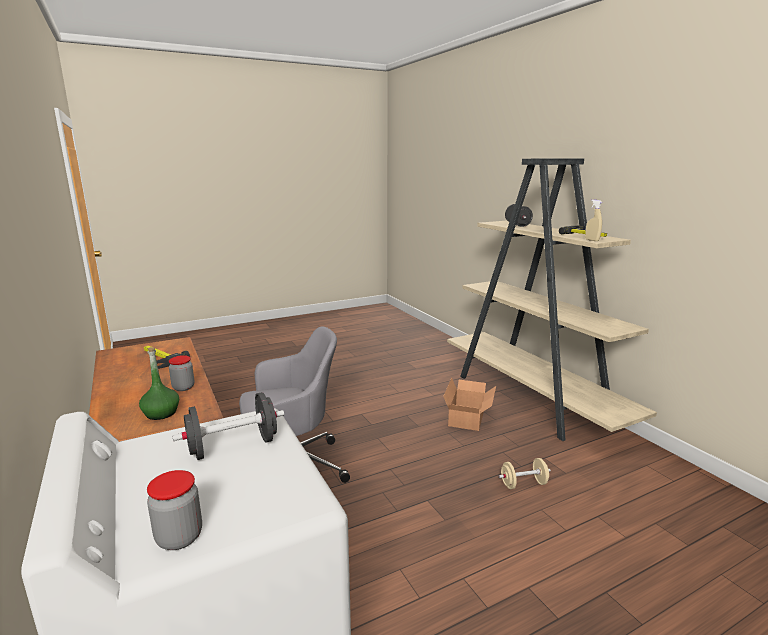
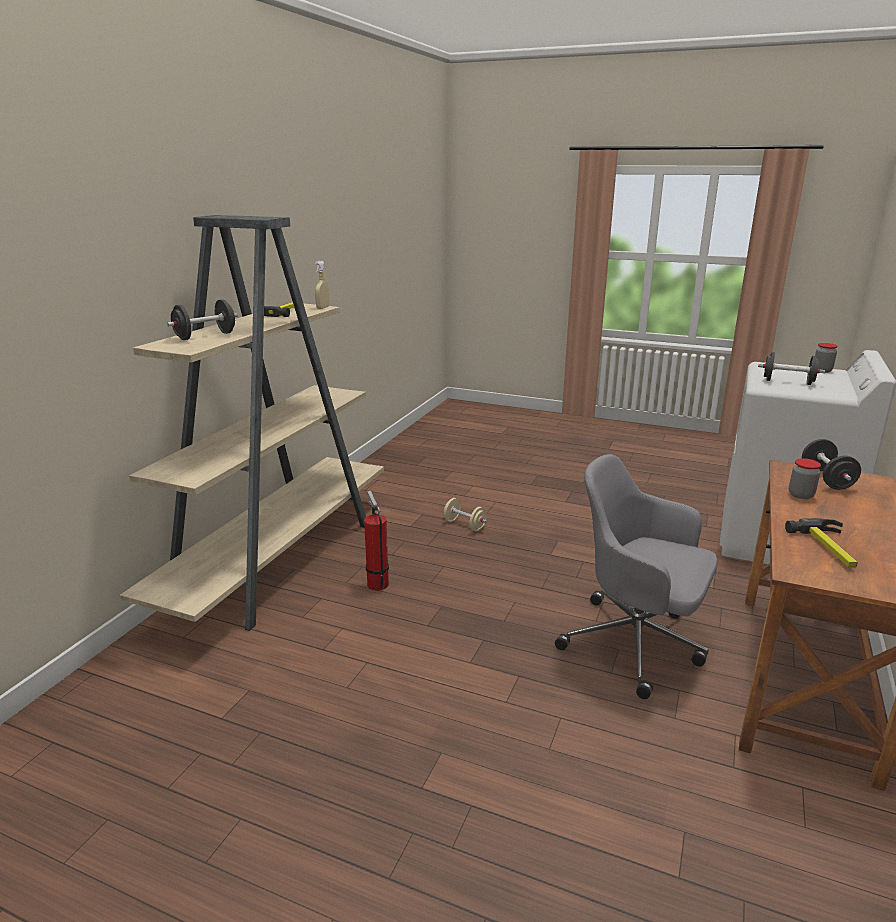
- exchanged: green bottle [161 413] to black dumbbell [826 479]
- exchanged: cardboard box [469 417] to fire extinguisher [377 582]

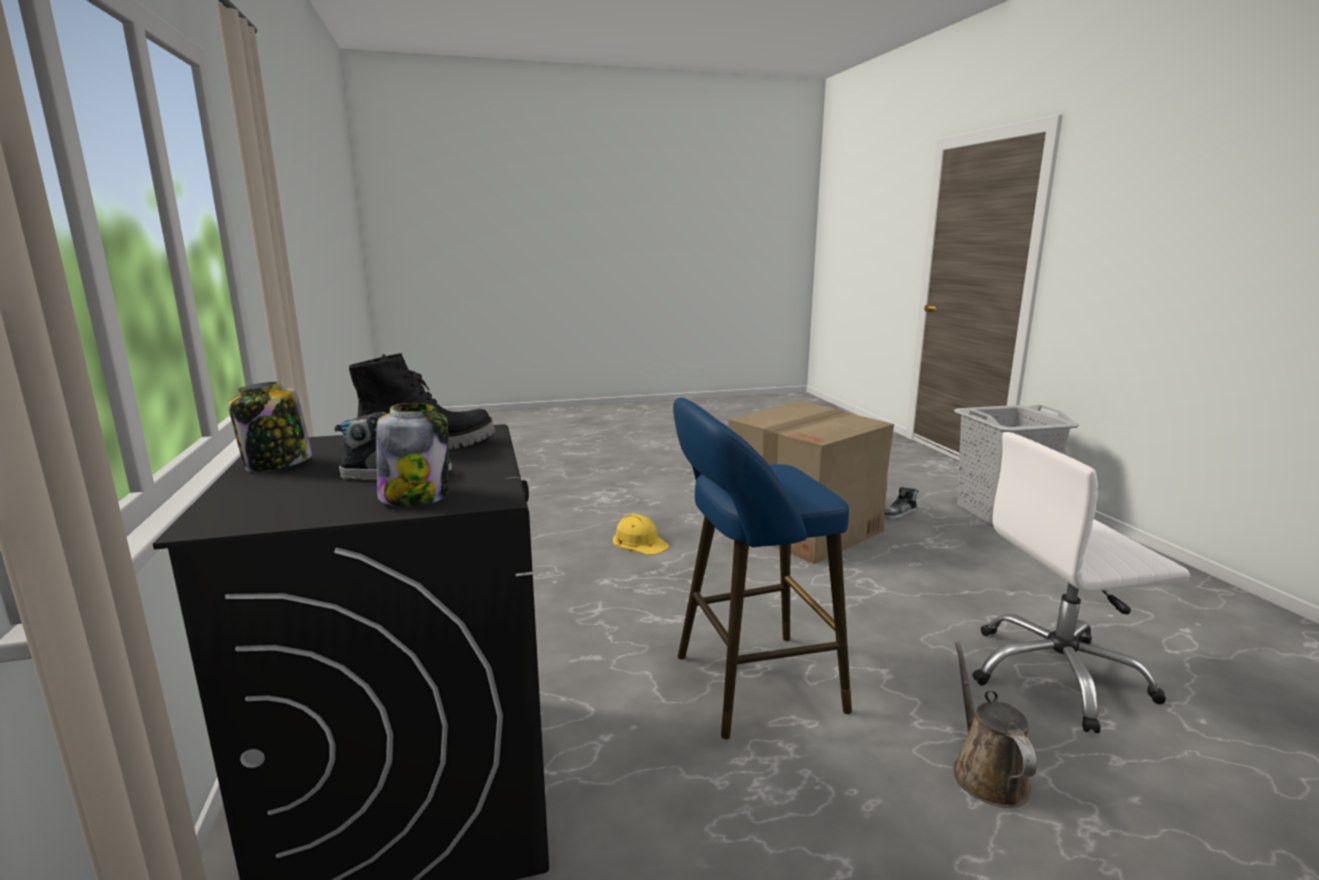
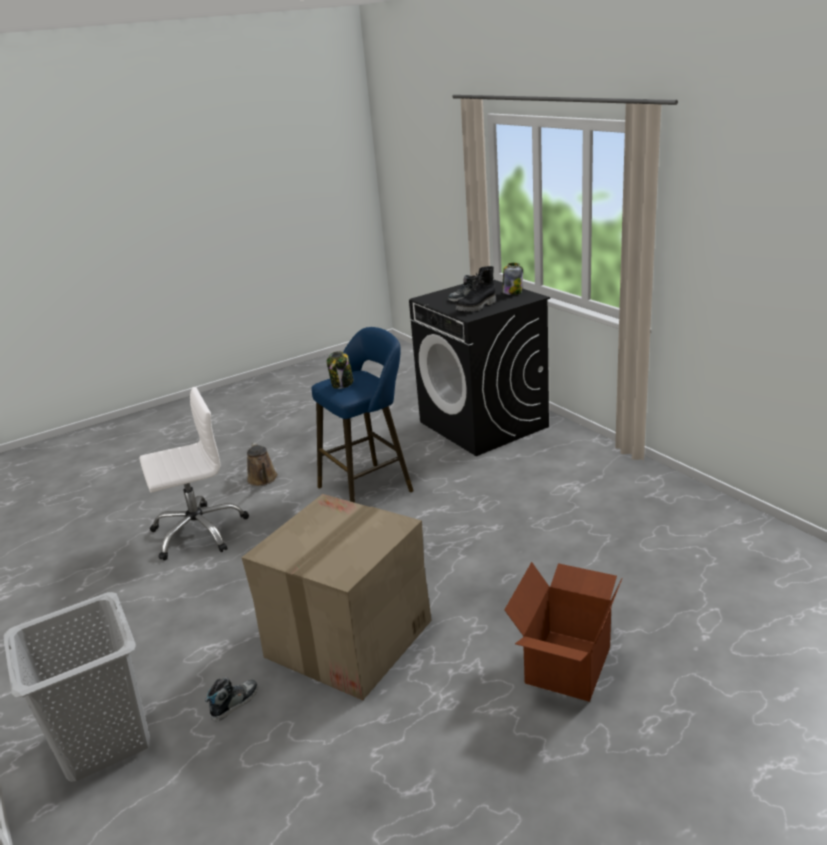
- relocated: jar [416 496] to [342 384]
- missing: yellow hard hat [639 542]
- appeared: cardboard box [566 664]

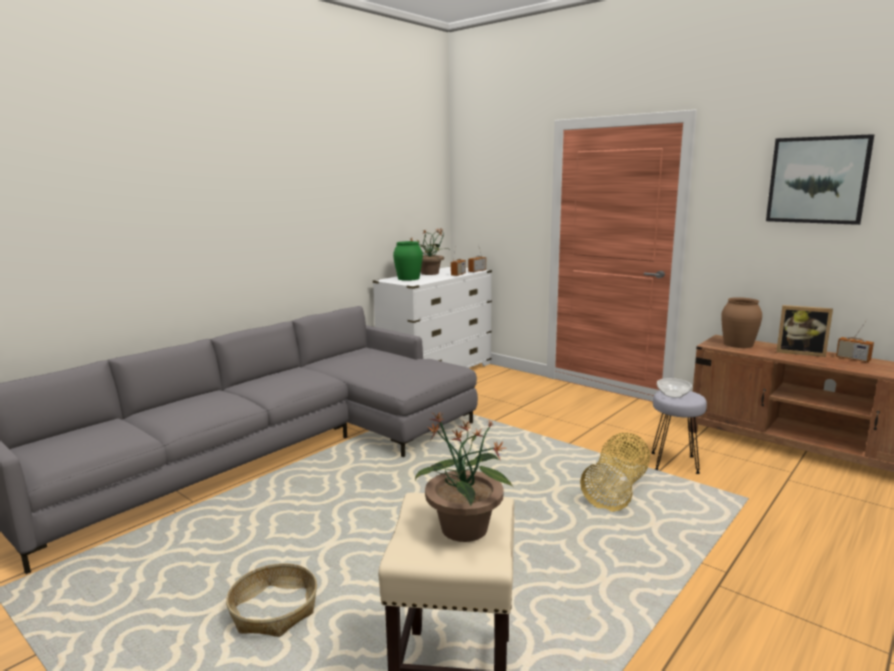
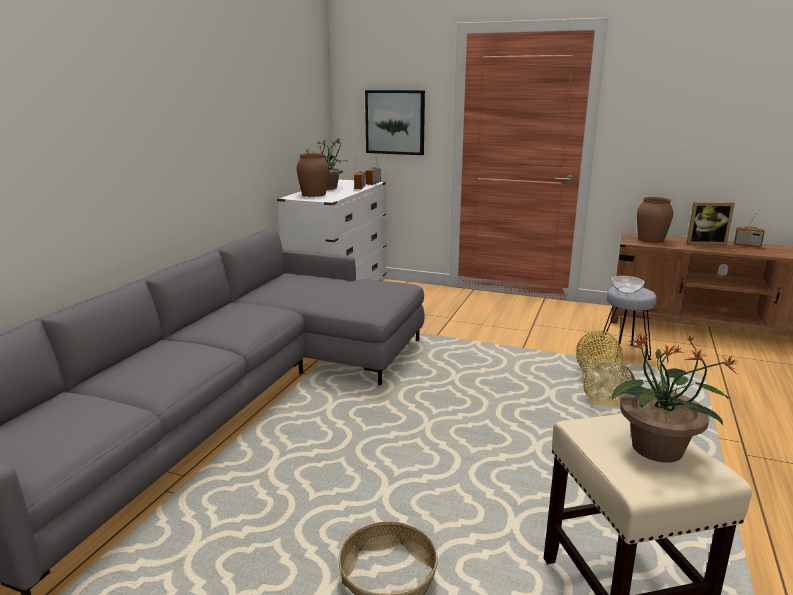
- colour: green vase [408 278] to brown vase [313 194]
- relocated: picture [817 180] to [395 122]

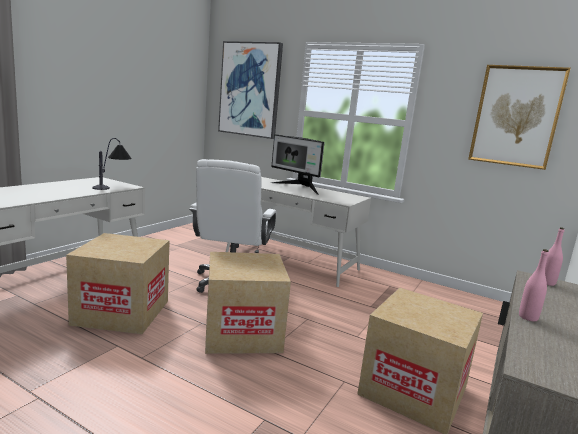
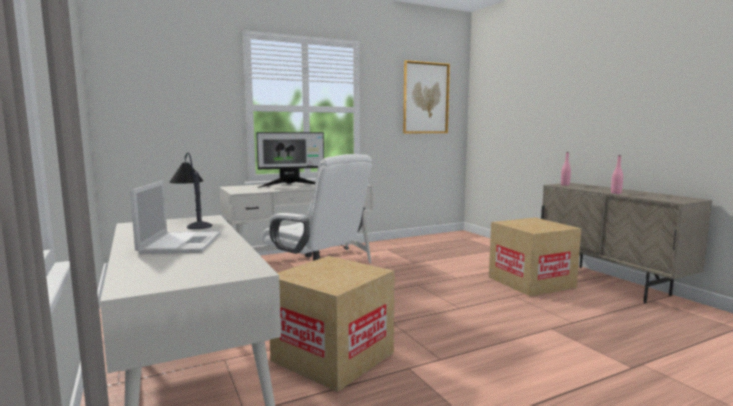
- missing: cardboard box [242 333]
- missing: picture [250 90]
- appeared: laptop [181 243]

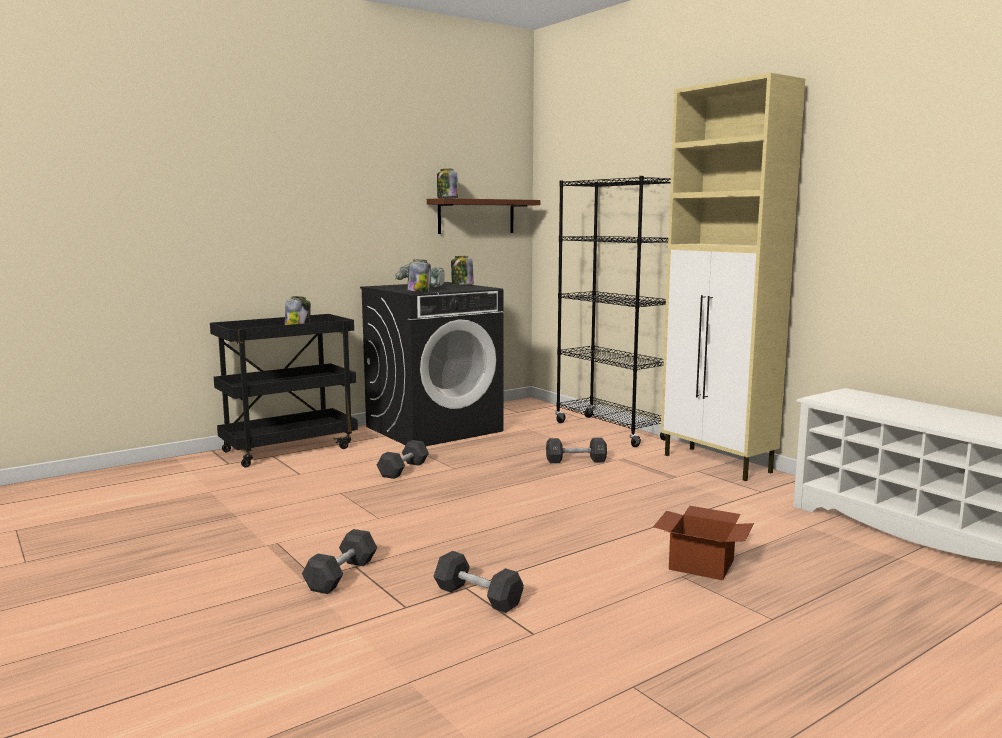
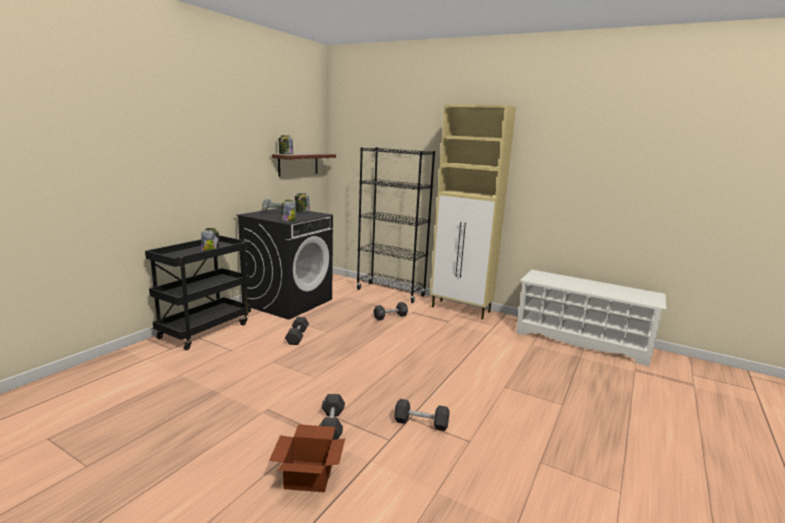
- relocated: cardboard box [703 564] to [309 475]

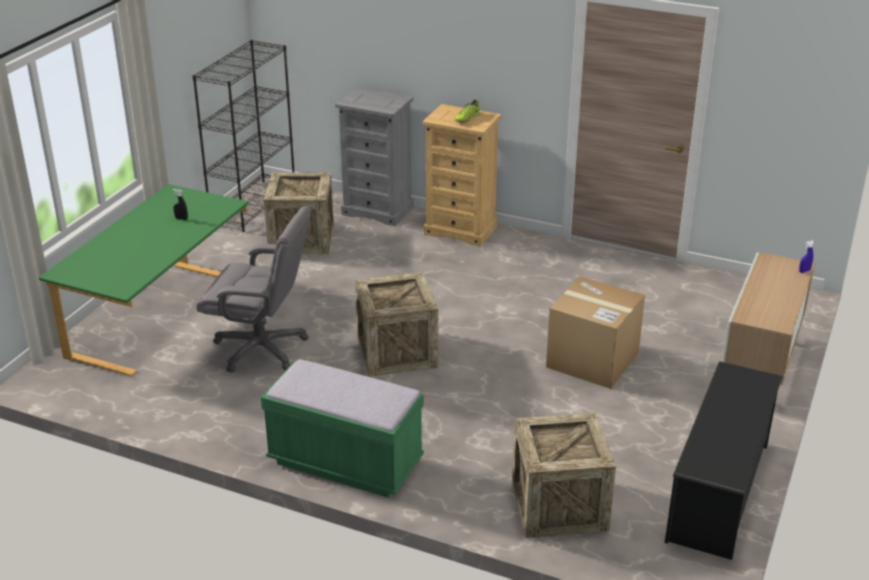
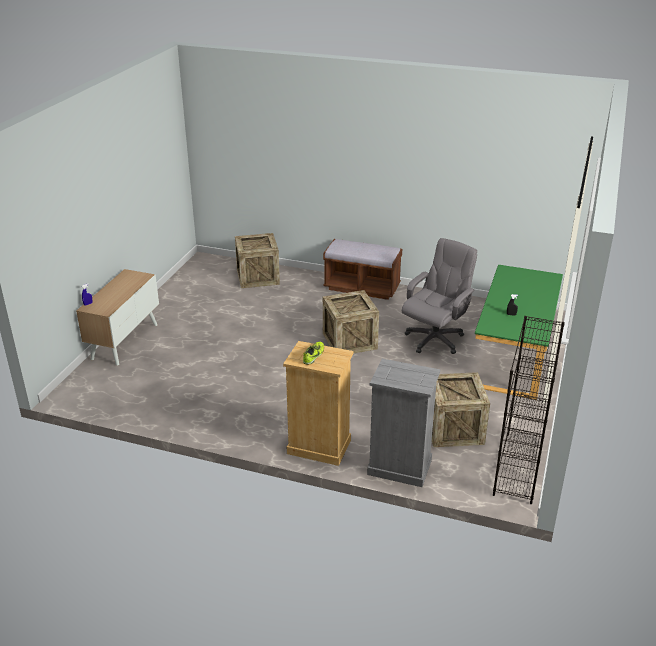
- spun: grey office chair [262 348] = [434 339] 120 degrees clockwise
- colour: green bench [345 462] to brown bench [362 288]
- missing: cardboard box [592 360]
- missing: black shoe rack [719 492]

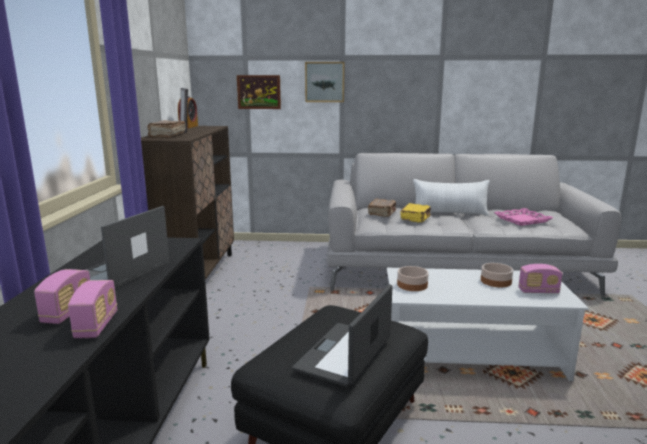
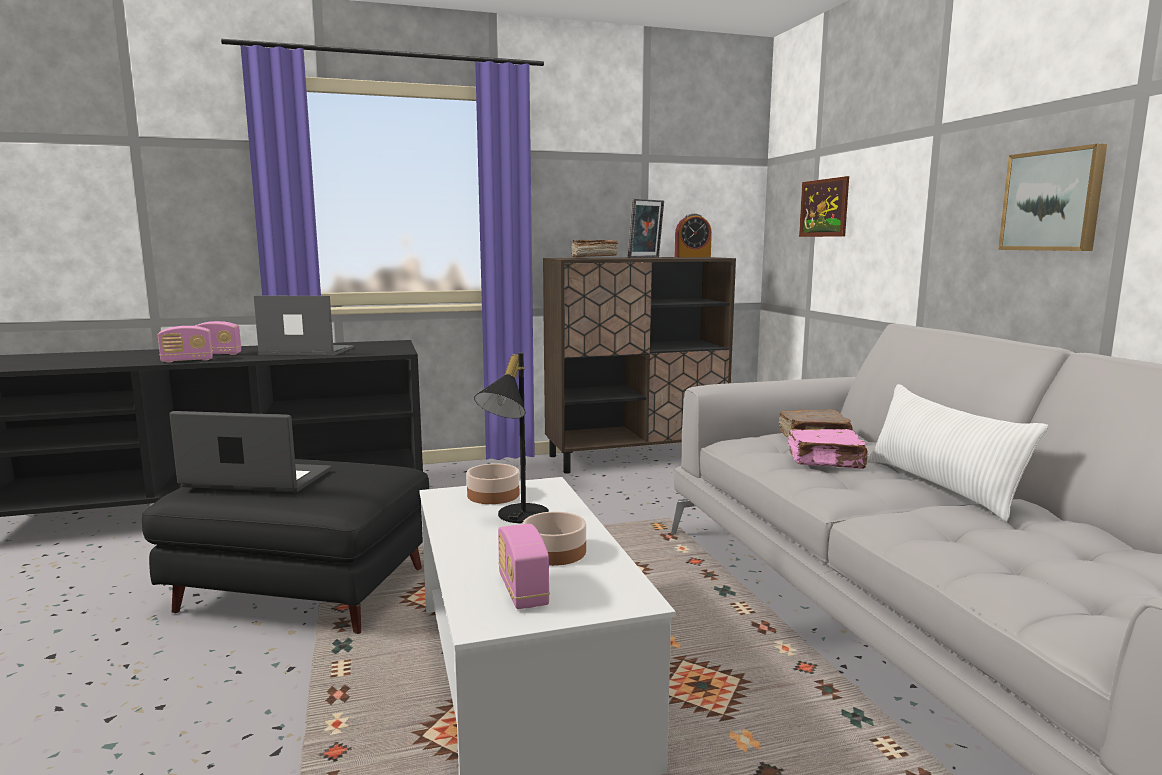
- relocated: picture [324 82] to [1053 200]
- colour: yellow book [415 219] to pink book [826 462]
- missing: pink tray [522 220]
- appeared: black table lamp [515 516]

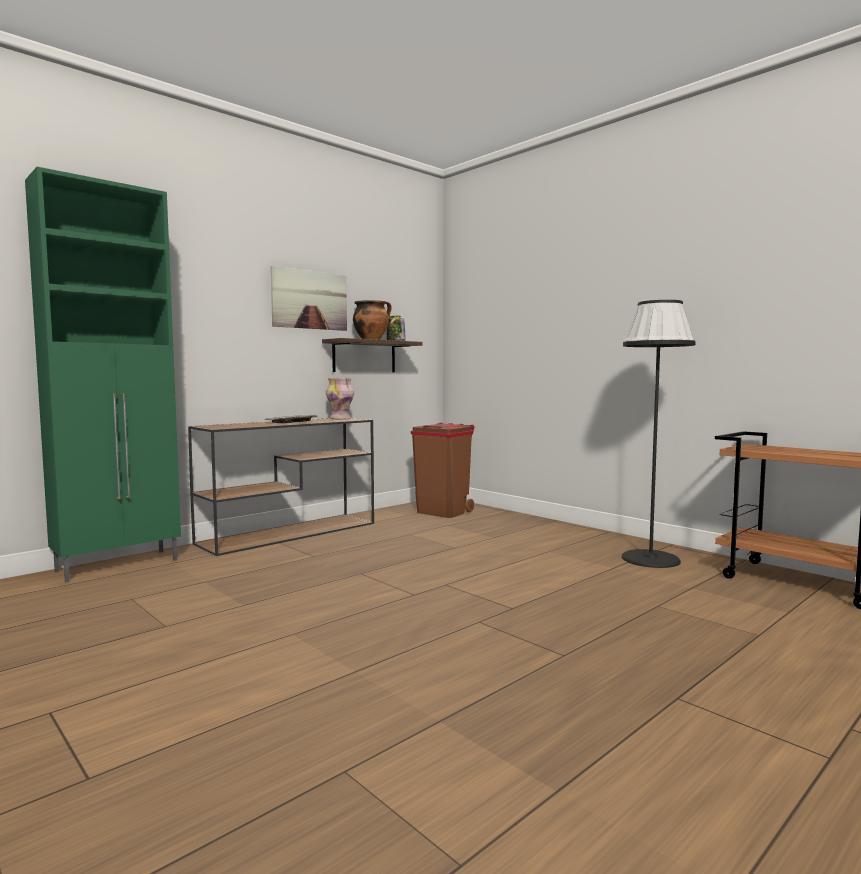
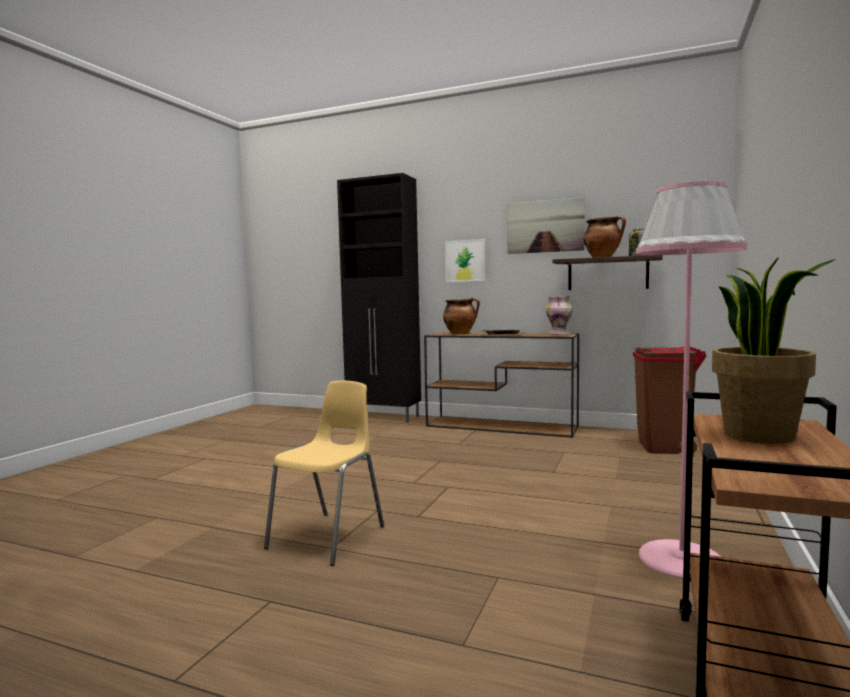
- colour: green cabinet [120 565] to black cabinet [384 417]
- colour: black floor lamp [651 559] to pink floor lamp [681 560]
- appeared: yellow chair [329 537]
- appeared: cooking pot [461 334]
- appeared: picture [465 261]
- appeared: potted plant [760 435]

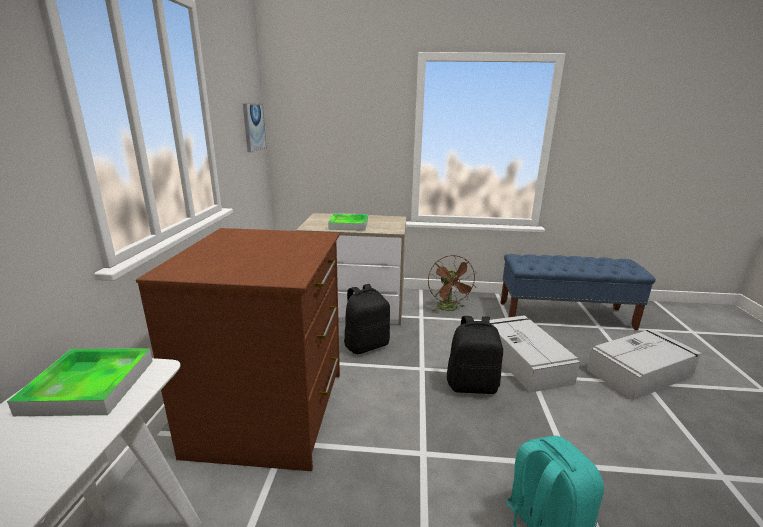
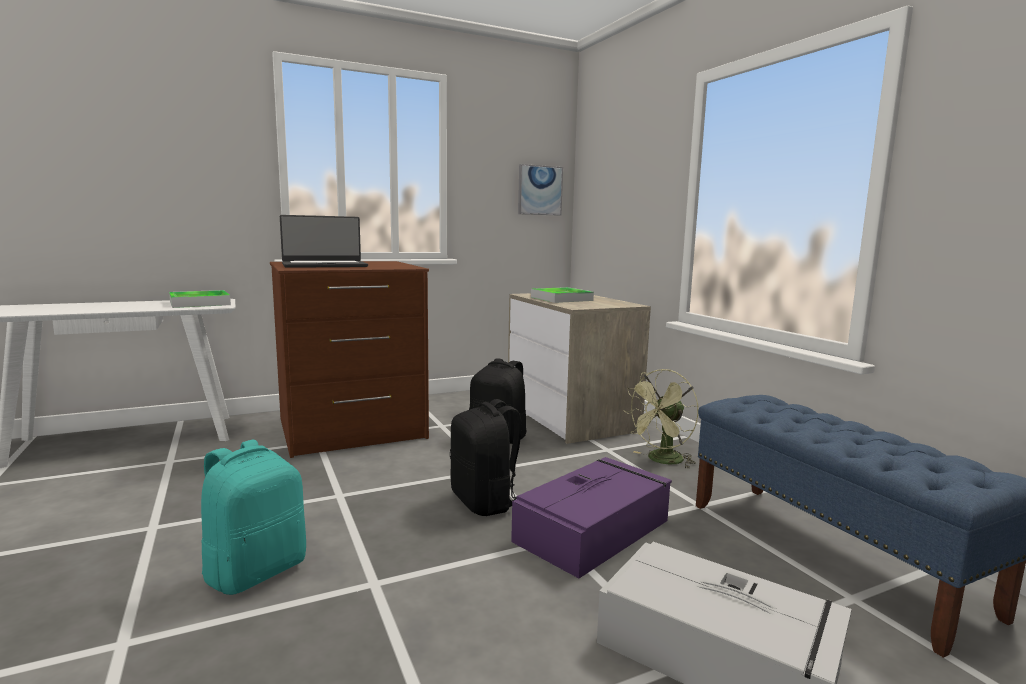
- colour: brown fan [449 309] to green fan [661 461]
- colour: grey storage box [524 360] to purple storage box [594 529]
- appeared: laptop [324 265]

